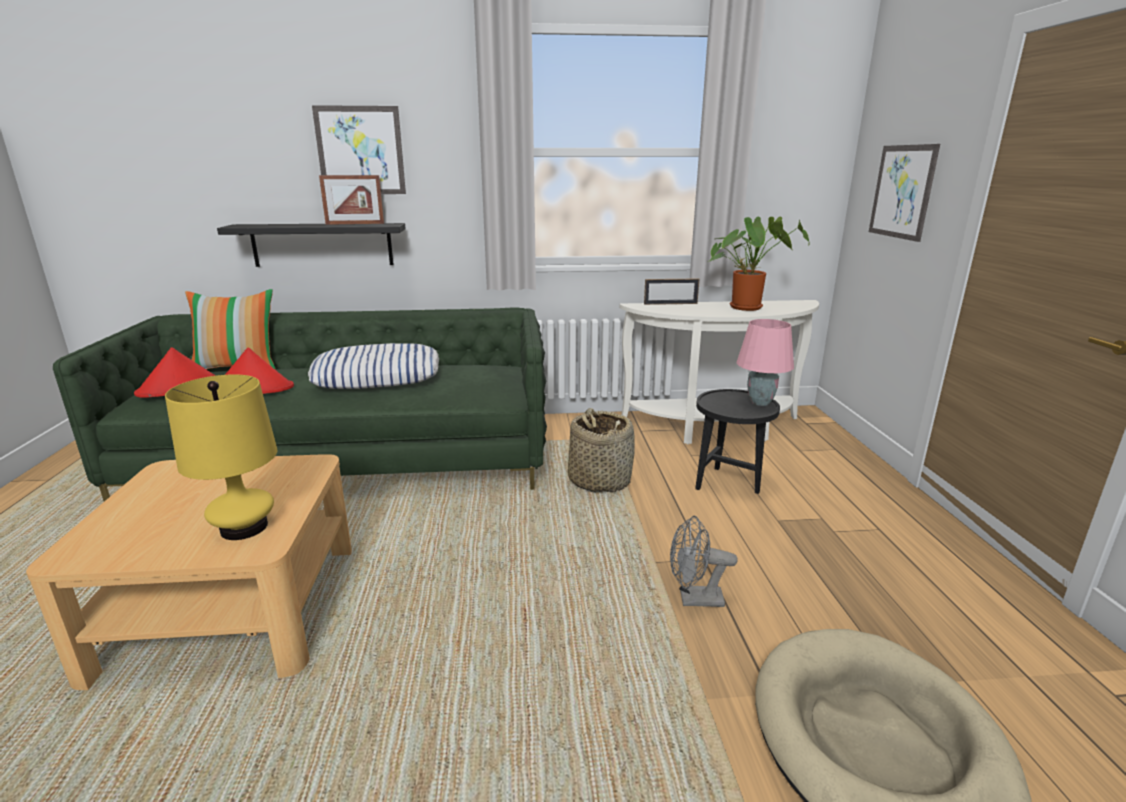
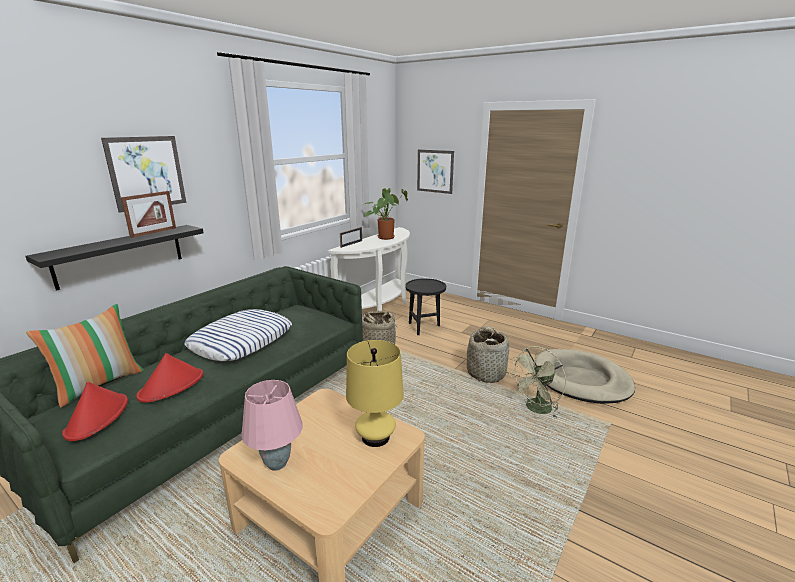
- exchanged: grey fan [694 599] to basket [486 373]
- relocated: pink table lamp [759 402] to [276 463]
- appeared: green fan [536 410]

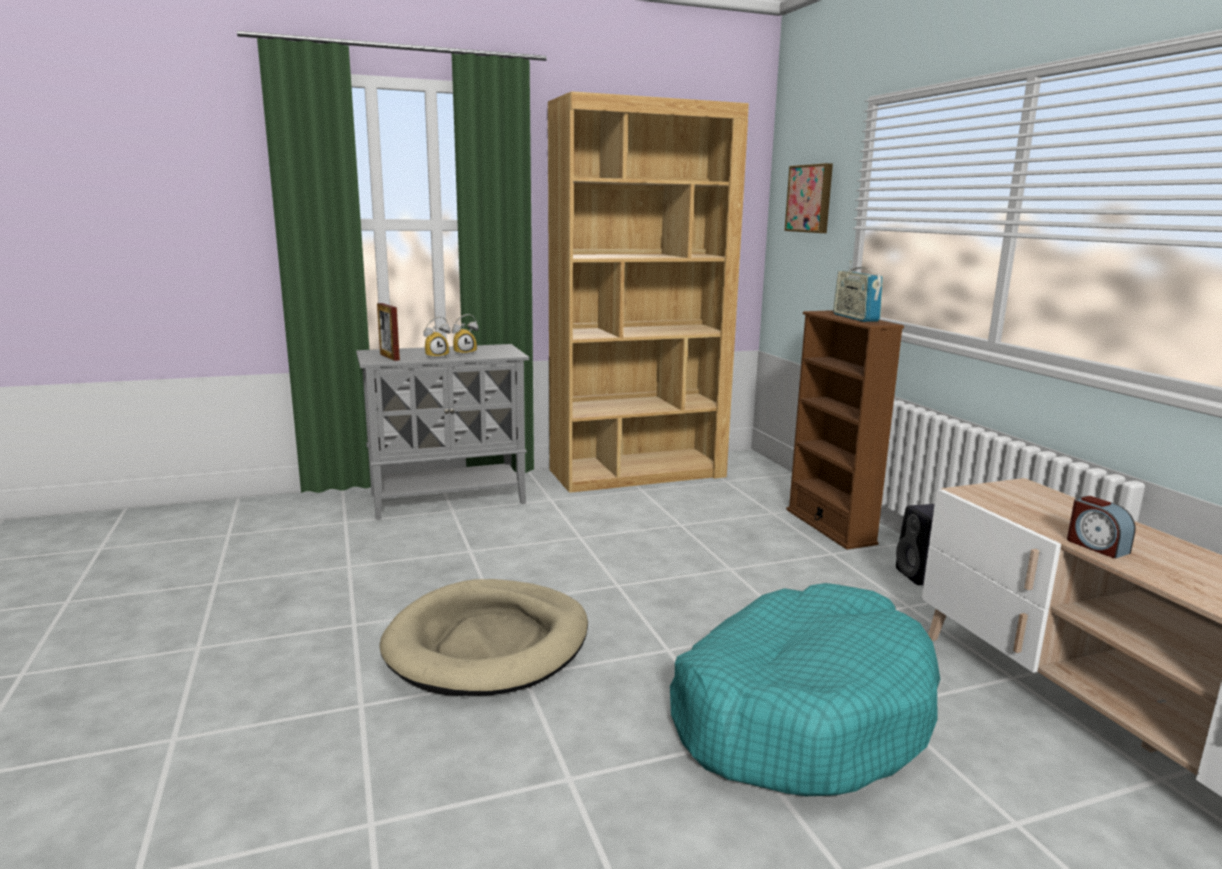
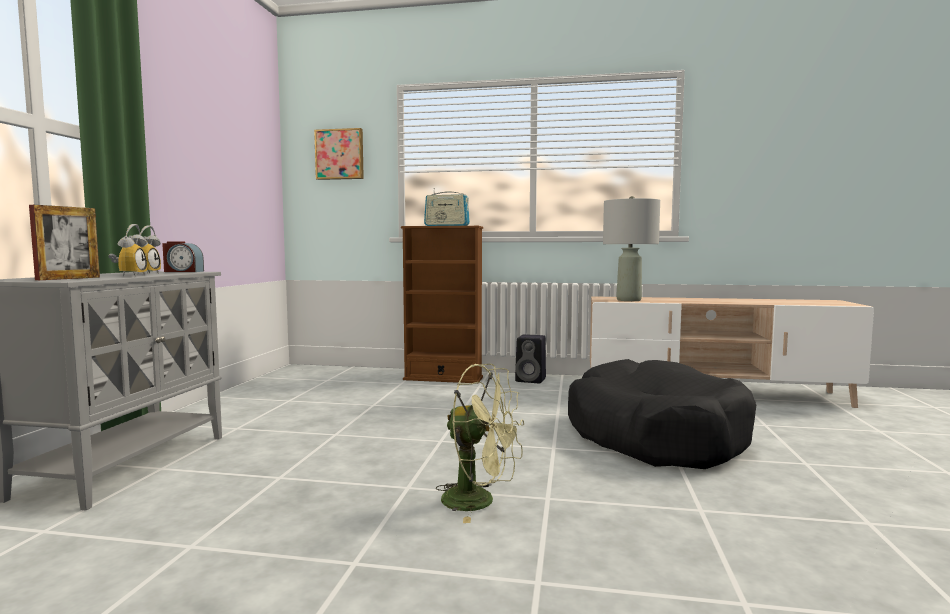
- spun: picture frame [389 357] = [68 278] 60 degrees counterclockwise
- exchanged: beige dog bed [489 643] to green fan [480 502]
- missing: brown bookcase [638 473]
- colour: turquoise dog bed [800 713] to black dog bed [654 436]
- relocated: alarm clock [1096 546] to [183 271]
- appeared: grey table lamp [629 300]

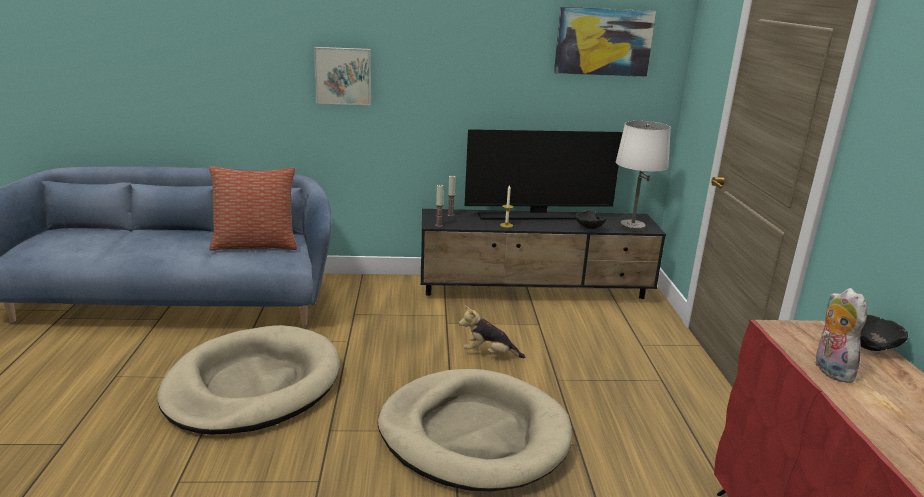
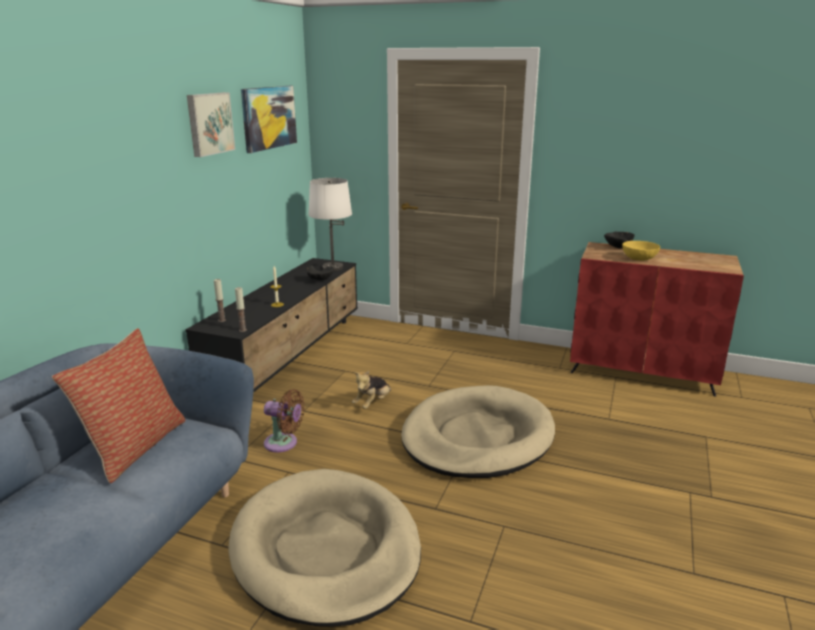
- relocated: picture [343 75] to [209 123]
- missing: television [538 216]
- exchanged: plush toy [829 369] to yellow bowl [639 259]
- appeared: brown fan [284 443]

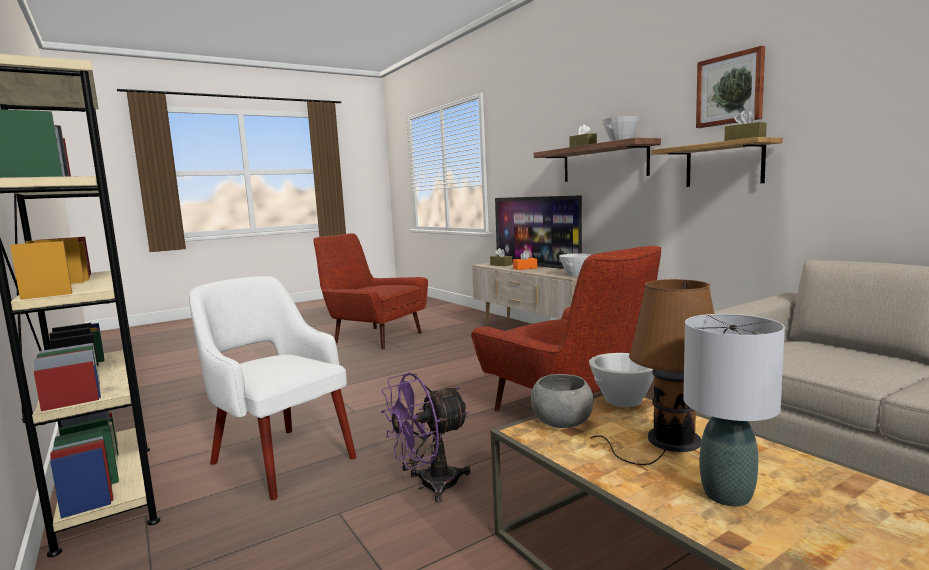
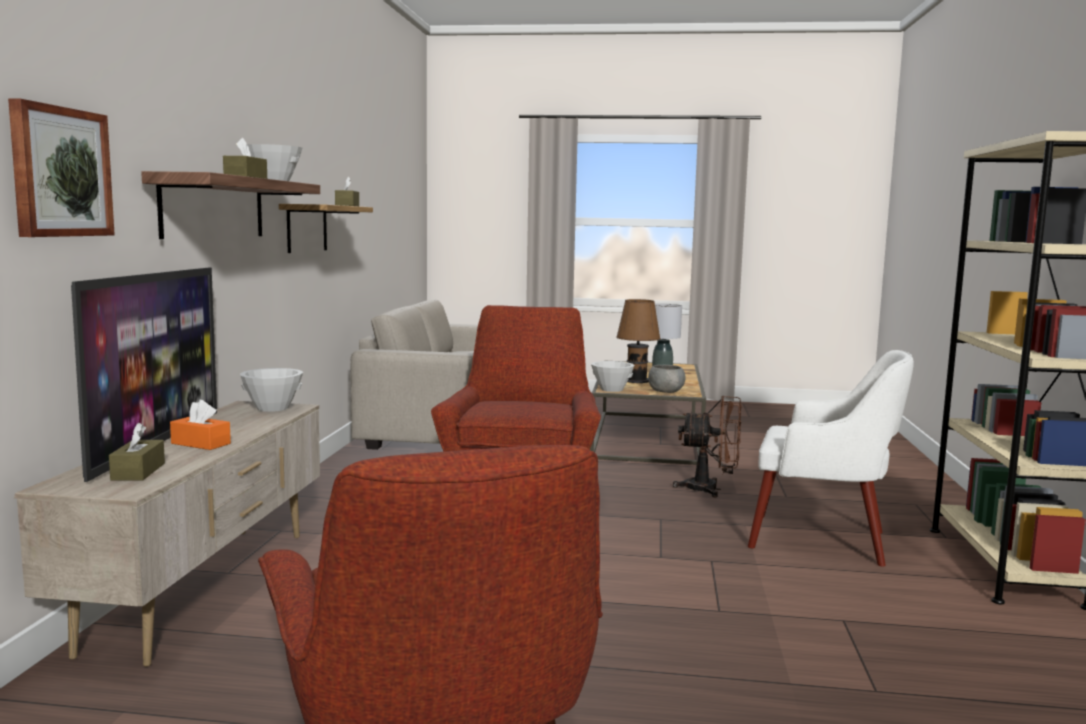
- spun: white armchair [280 459] = [822 540] 60 degrees counterclockwise
- colour: purple fan [429 486] to brown fan [710 489]
- relocated: picture [730 89] to [60 172]

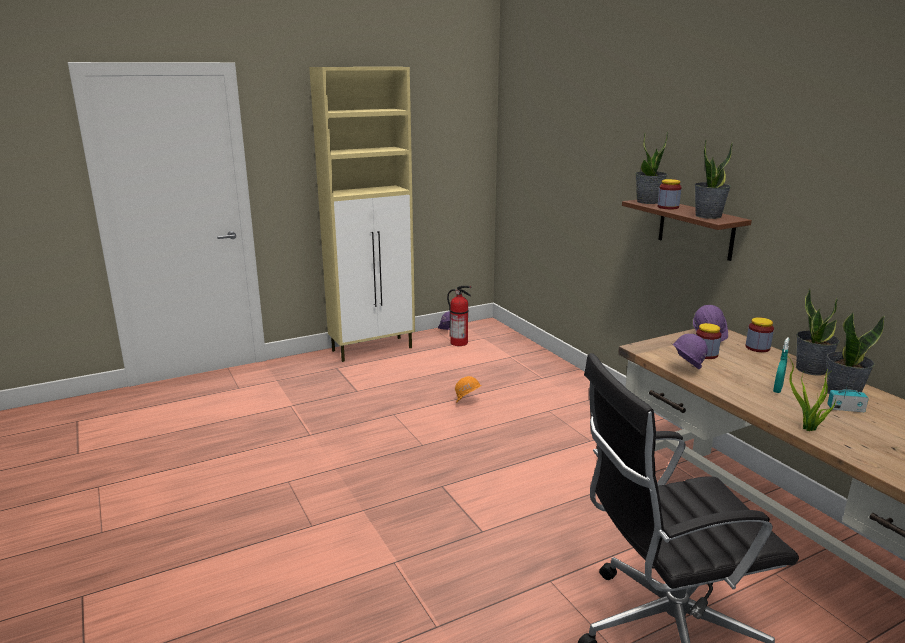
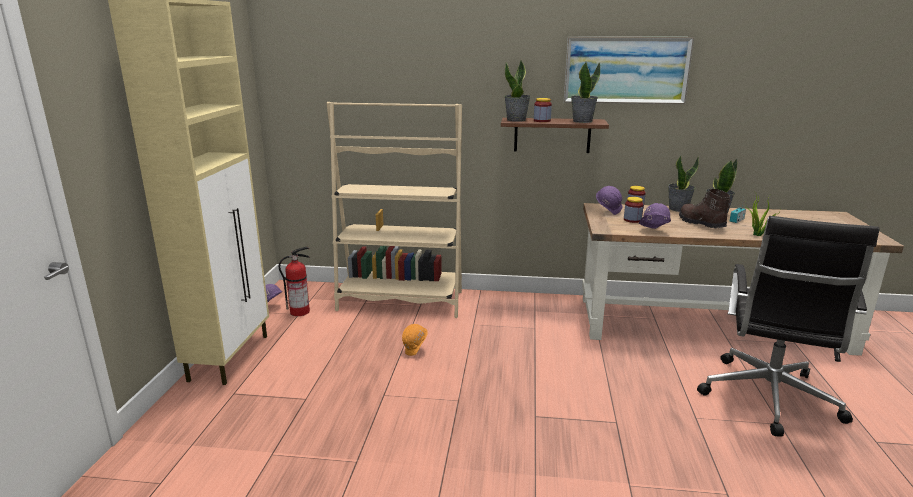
- exchanged: turquoise spray bottle [777 389] to brown boot [700 223]
- appeared: beige bookcase [400 301]
- appeared: picture [626 70]

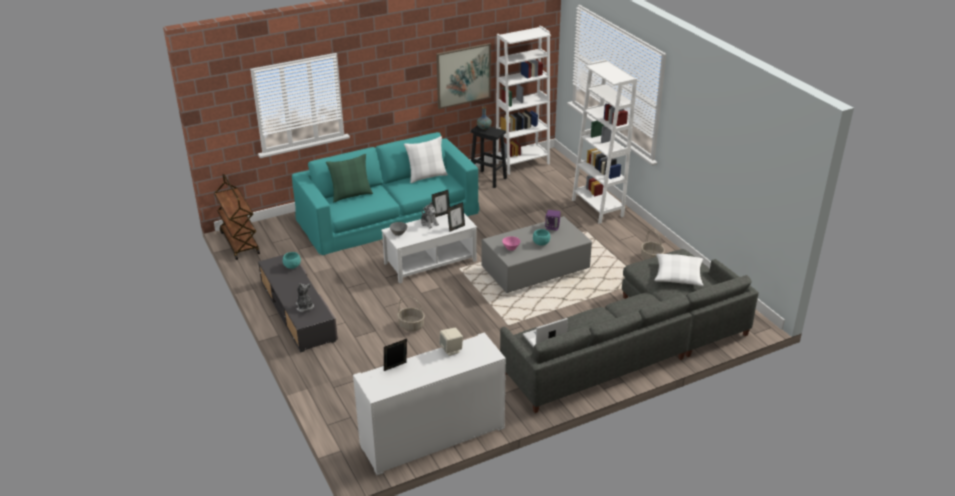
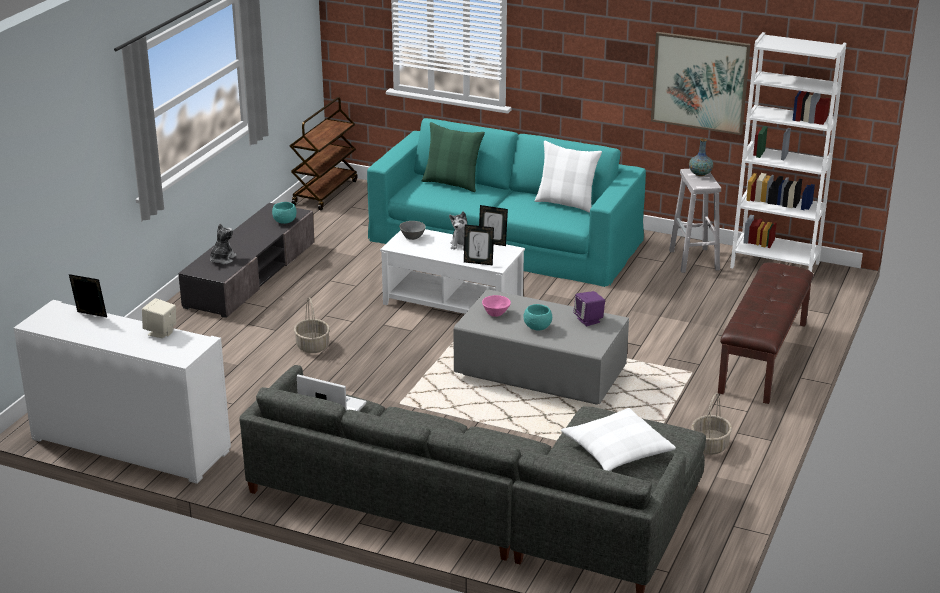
- colour: black stool [488 179] to white stool [694 260]
- exchanged: white bookcase [597 208] to brown bench [764 358]

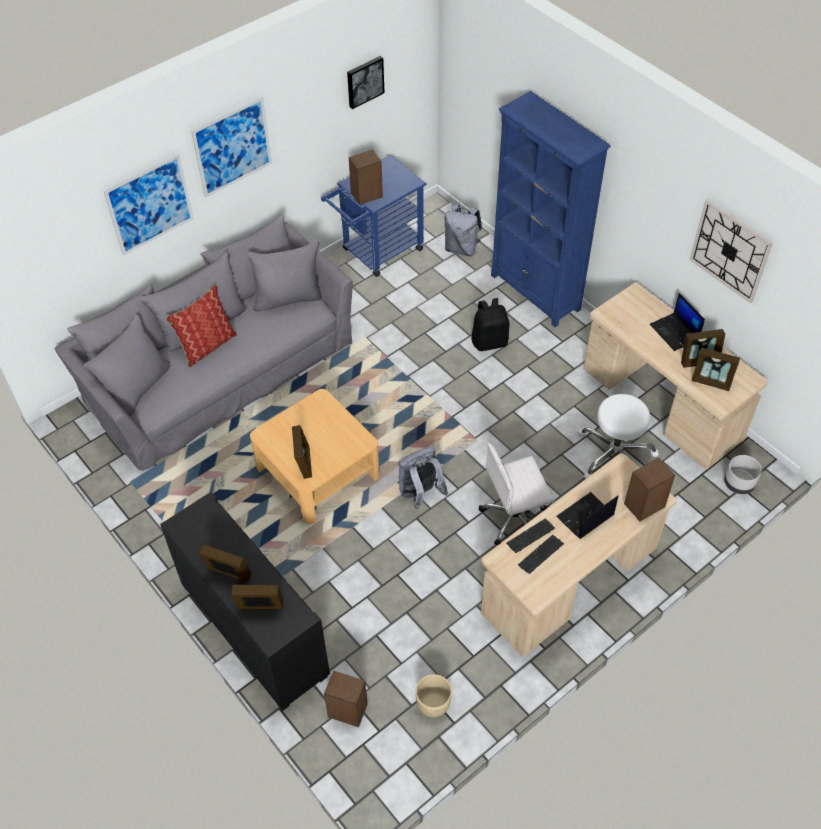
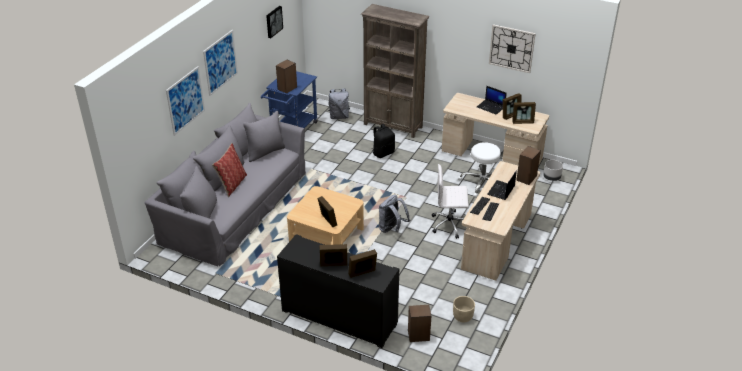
- spun: white office chair [515 519] = [450 224] 45 degrees clockwise
- colour: blue bookcase [535 293] to brown bookcase [393 126]

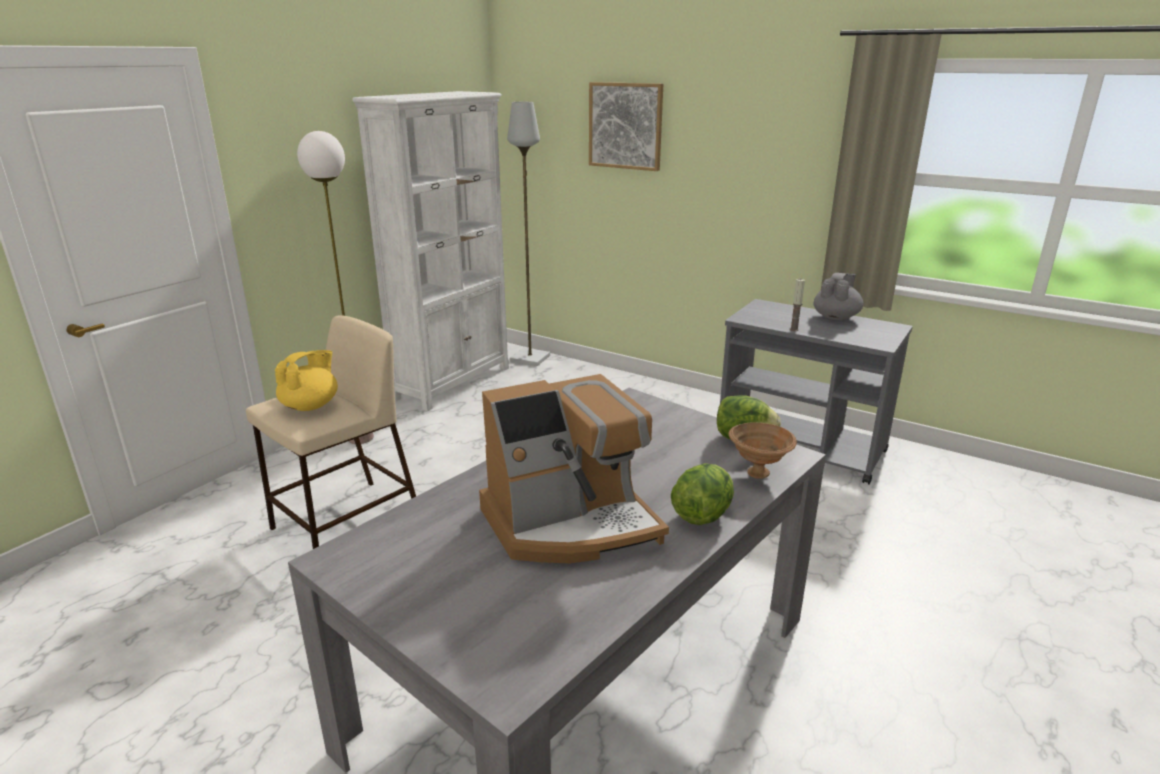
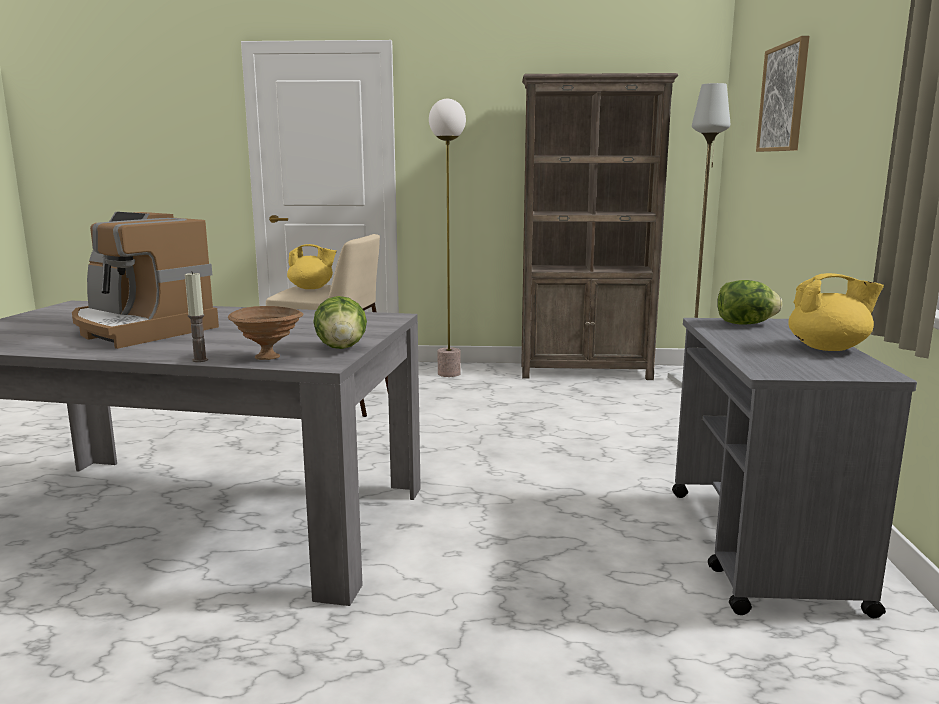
- colour: white bookcase [453 382] to brown bookcase [586 372]
- relocated: lettuce [702 515] to [745 324]
- relocated: candle [794 329] to [200 360]
- colour: grey teapot [836 317] to yellow teapot [829 348]

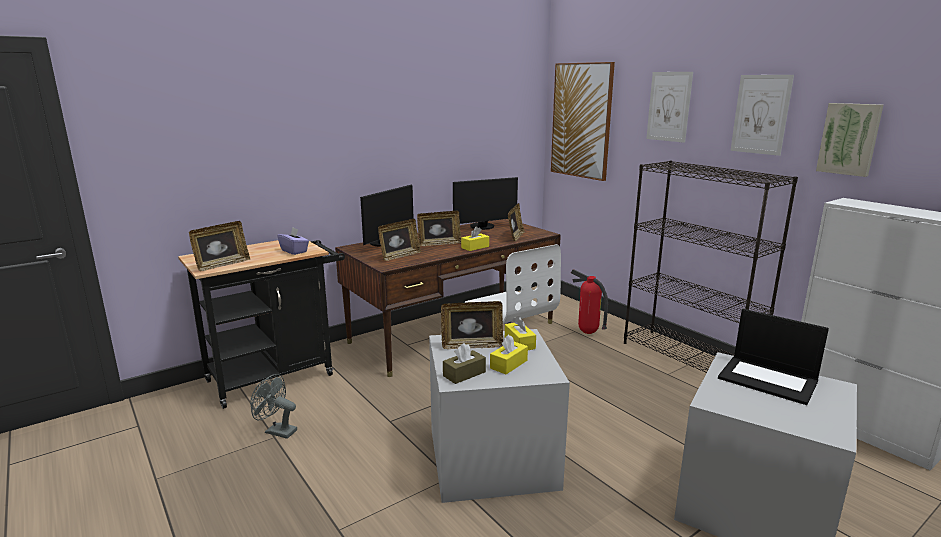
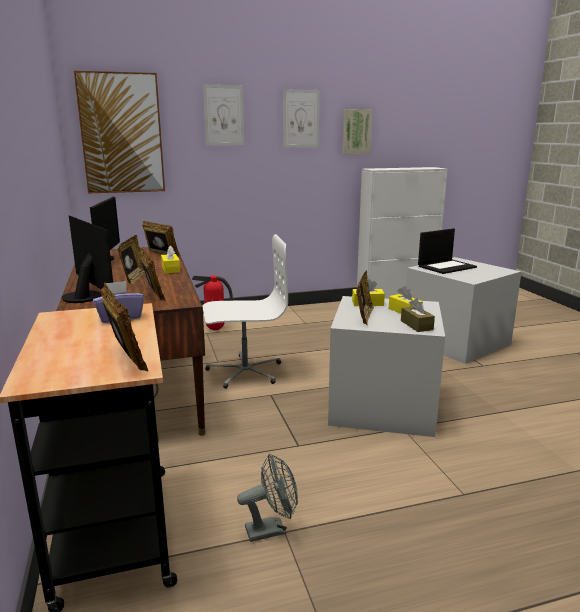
- spun: grey fan [276 431] = [271 529] 150 degrees counterclockwise
- missing: black bookcase [689 359]

